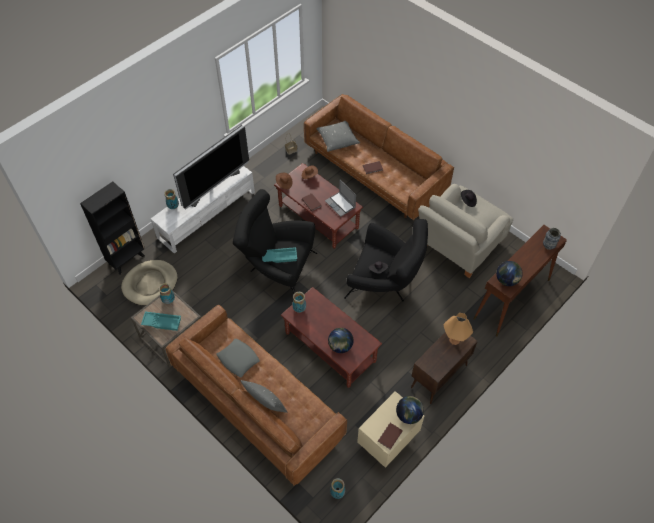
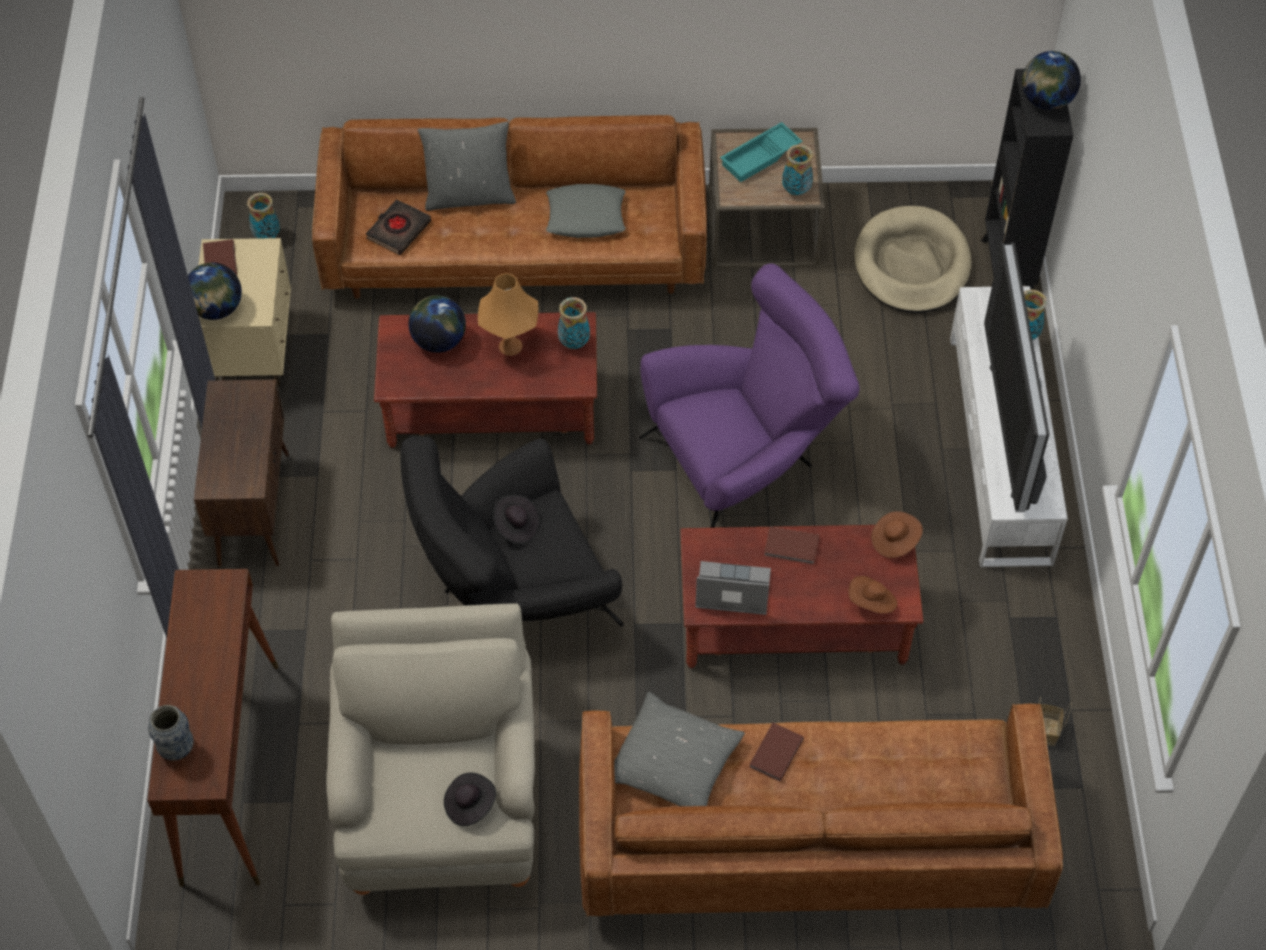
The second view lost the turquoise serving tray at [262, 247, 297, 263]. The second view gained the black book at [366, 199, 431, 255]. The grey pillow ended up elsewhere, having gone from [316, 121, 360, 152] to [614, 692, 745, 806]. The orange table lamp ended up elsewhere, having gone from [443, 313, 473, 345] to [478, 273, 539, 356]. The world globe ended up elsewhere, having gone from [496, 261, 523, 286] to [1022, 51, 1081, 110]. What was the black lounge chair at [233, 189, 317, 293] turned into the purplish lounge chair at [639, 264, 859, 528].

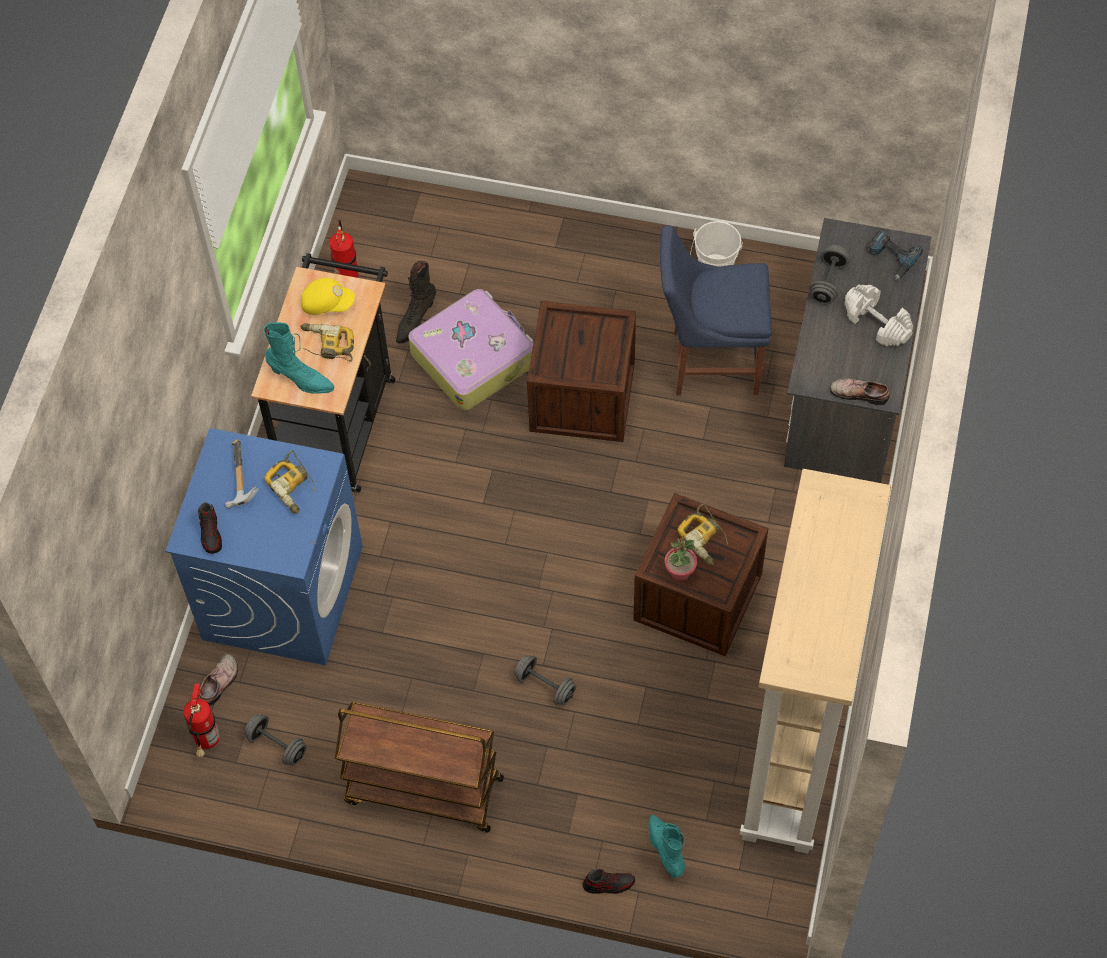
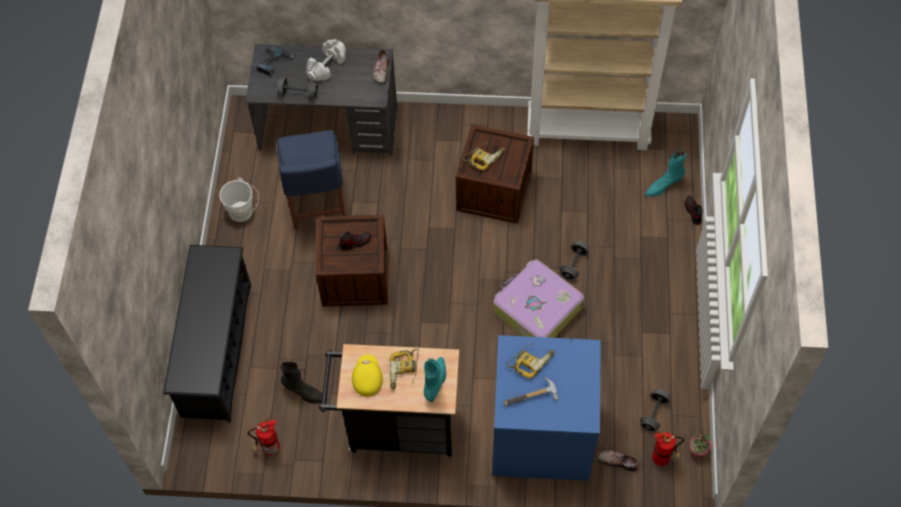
The second view lost the brownish cart at [335, 702, 504, 833]. The second view gained the black shoe stand at [163, 245, 251, 423]. The item of footwear ended up elsewhere, having gone from [198, 502, 222, 554] to [339, 232, 371, 250]. The piece of luggage ended up elsewhere, having gone from [408, 289, 534, 411] to [493, 259, 584, 338]. The houseplant ended up elsewhere, having gone from [664, 538, 697, 581] to [689, 430, 711, 458].

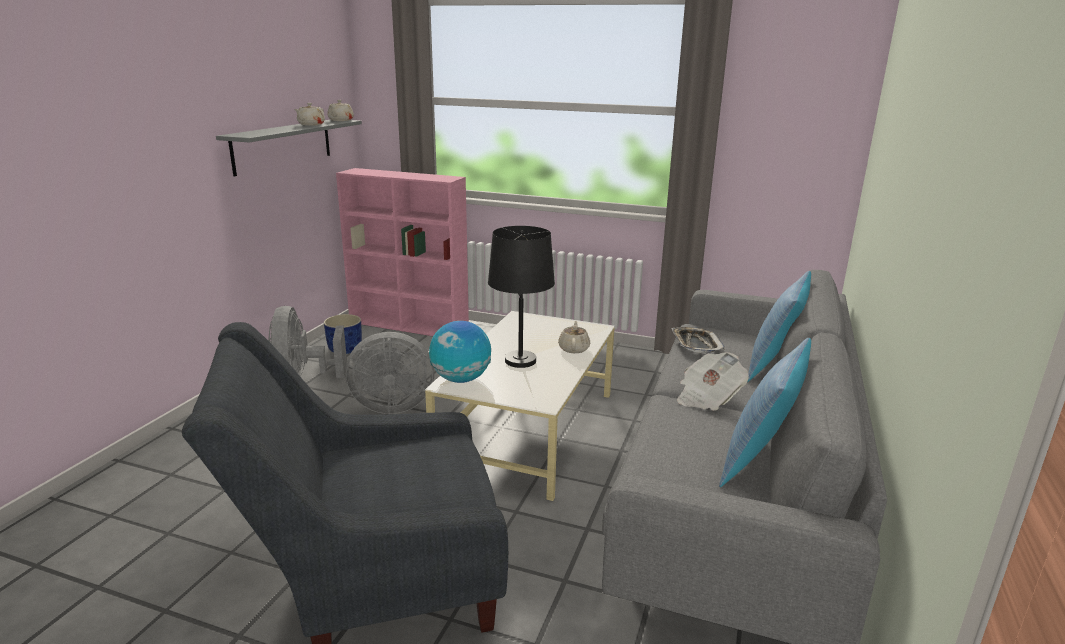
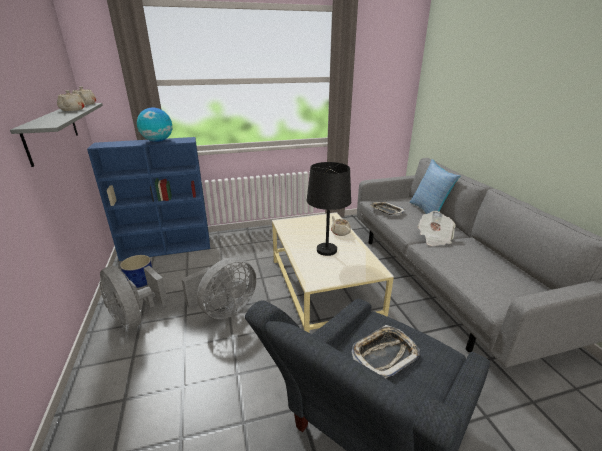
The second view lost the pillow at [719, 338, 811, 487]. The second view gained the serving tray at [351, 325, 420, 378]. The world globe ended up elsewhere, having gone from [429, 321, 491, 383] to [137, 107, 173, 142]. What was the pink bookshelf at [336, 168, 469, 336] turned into the bluish bookshelf at [87, 137, 210, 261].

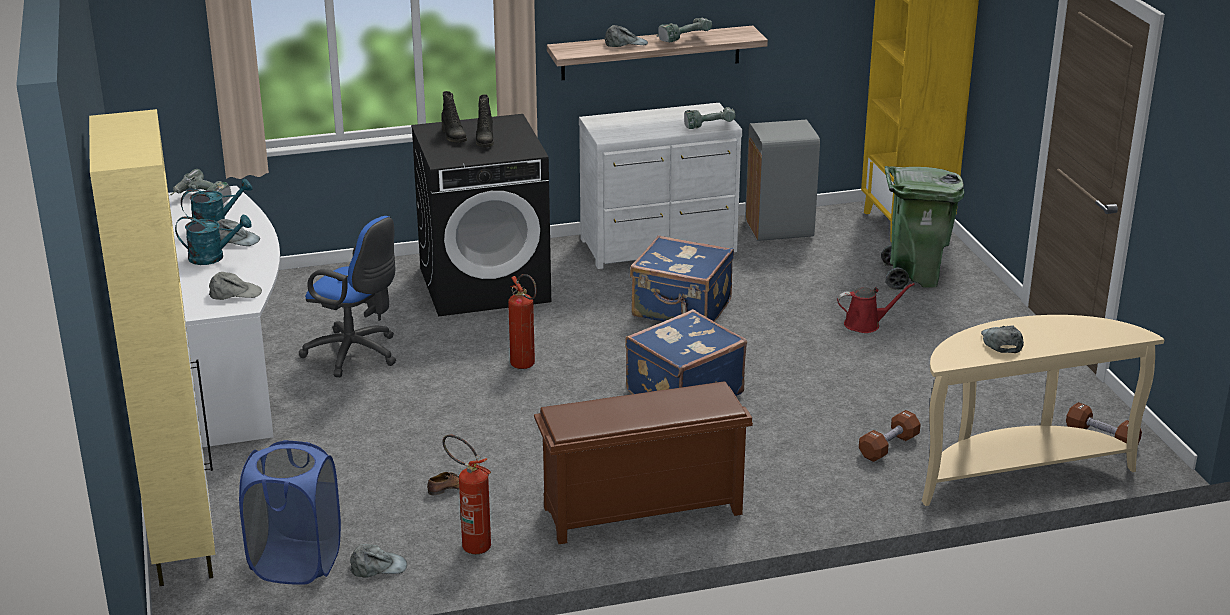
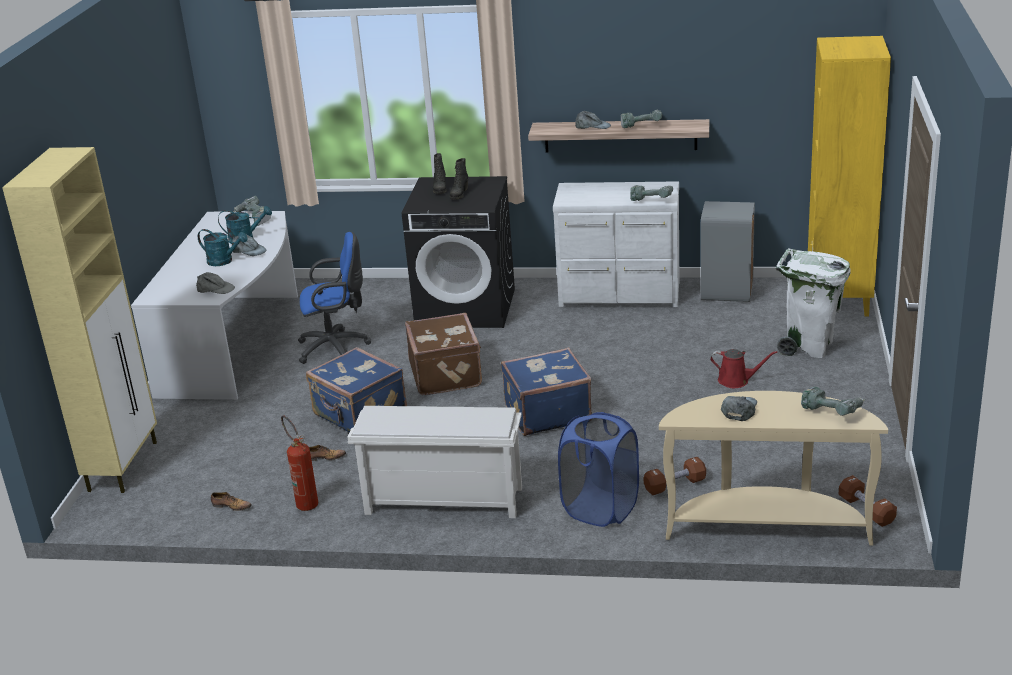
The second view gained the drill at [801, 387, 865, 416]. The bluish laundry basket ended up elsewhere, having gone from [239, 440, 341, 585] to [558, 412, 639, 527]. The bluish piece of luggage ended up elsewhere, having gone from [630, 235, 734, 322] to [306, 347, 407, 432]. Where the grey baseball cap stood at [350, 544, 407, 578], the item of footwear came to stand at [211, 492, 252, 511]. Where the fire-fighting cylinder stood at [508, 274, 537, 369], the brownish piece of luggage came to stand at [405, 313, 482, 395]. What was the brownish shoe stand at [534, 381, 753, 544] turned into the white shoe stand at [347, 406, 522, 518]. What was the greenish trash can at [881, 166, 964, 290] turned into the white trash can at [776, 248, 851, 358]. The bluish desk chair at [299, 216, 396, 377] ended up facing another way, 60 degrees counterclockwise from before.

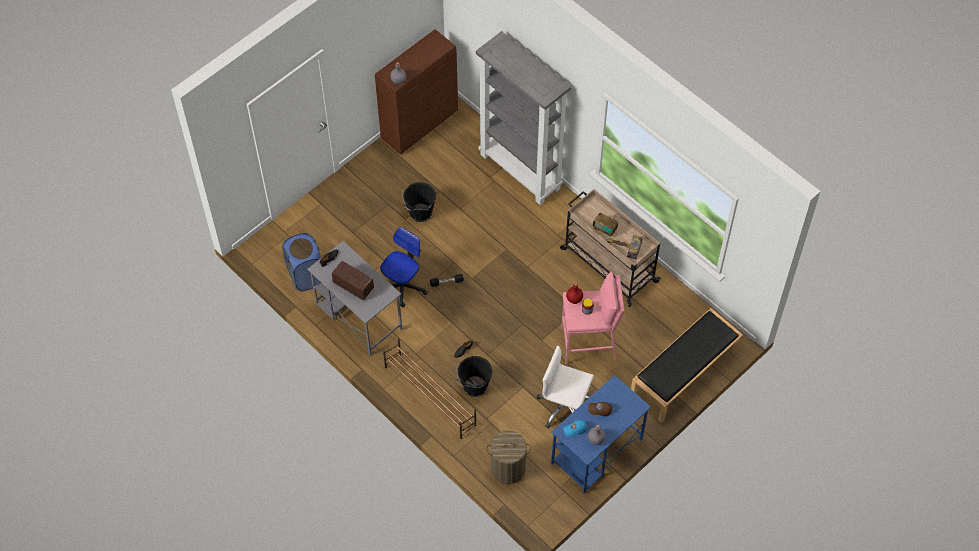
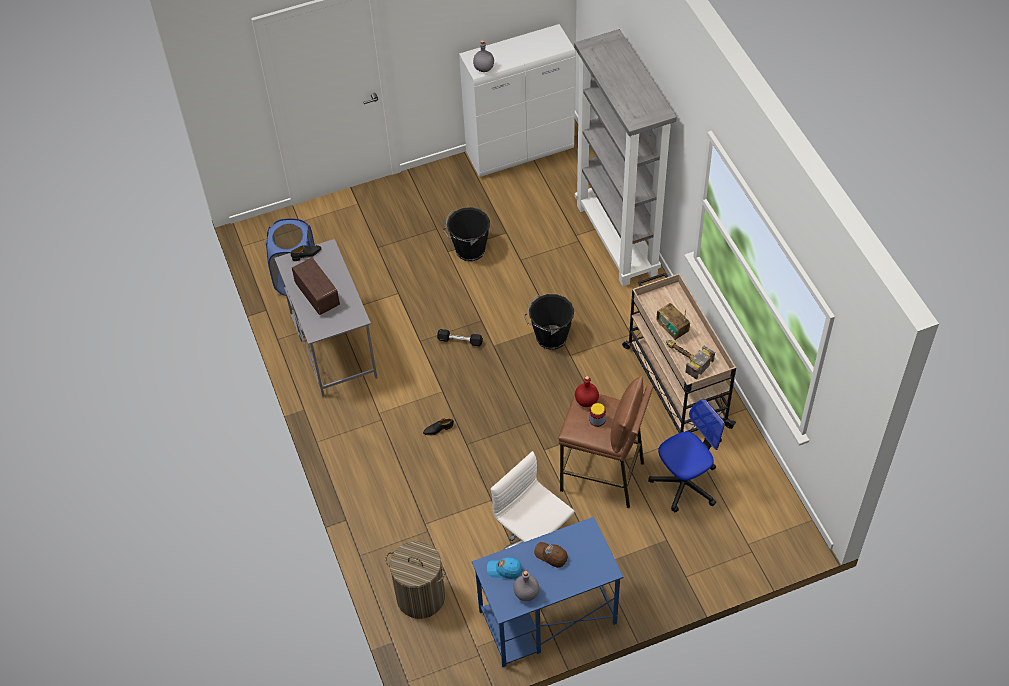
The second view lost the brownish shoe stand at [383, 339, 477, 439]. The second view lost the black long seat at [631, 308, 743, 423]. The desk chair ended up elsewhere, having gone from [380, 227, 428, 307] to [648, 399, 725, 513]. The black bucket ended up elsewhere, having gone from [456, 356, 493, 397] to [524, 294, 574, 350]. What was the brownish storage cabinet at [375, 29, 458, 155] turned into the white storage cabinet at [459, 24, 575, 177]. What was the pink stool seat at [561, 272, 625, 365] turned into the brownish stool seat at [559, 376, 653, 508].

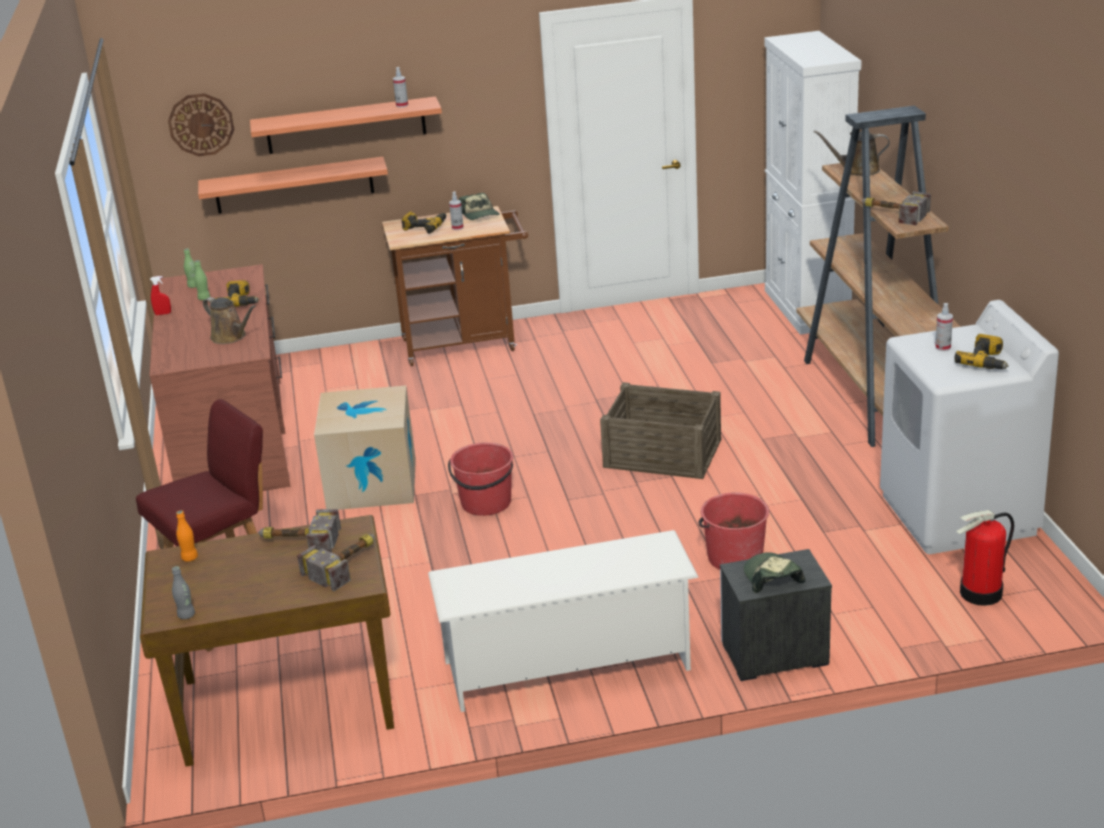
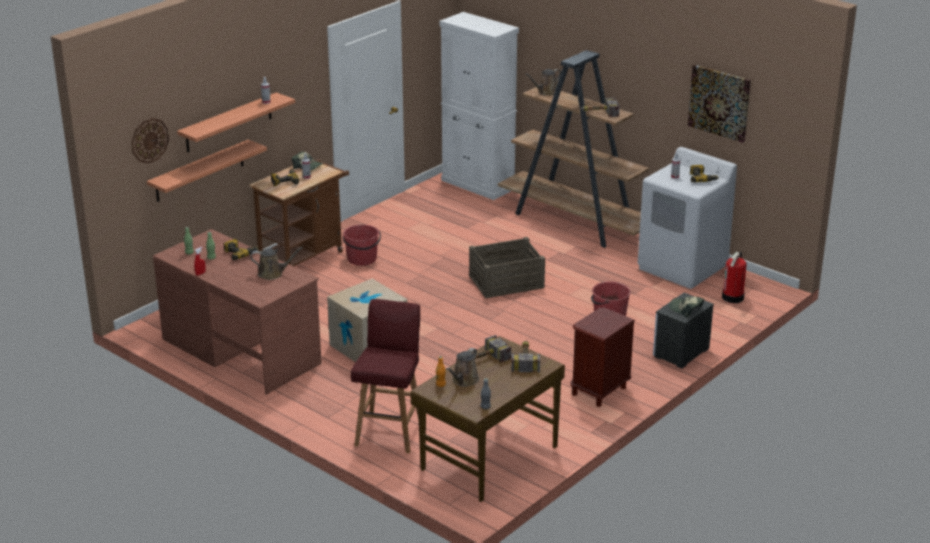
The second view gained the brownish watering pot at [446, 348, 479, 387]. The second view gained the wall art at [688, 65, 751, 143]. The red bucket ended up elsewhere, having gone from [448, 442, 513, 516] to [343, 224, 381, 266]. Where the white shoe stand stood at [428, 530, 698, 712], the brownish nightstand came to stand at [570, 307, 635, 407].

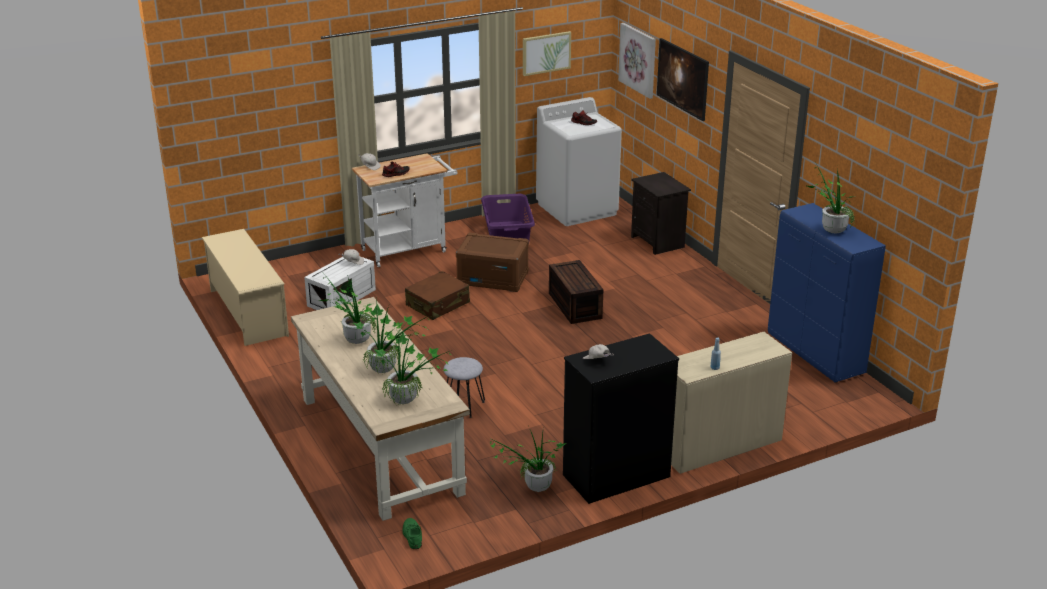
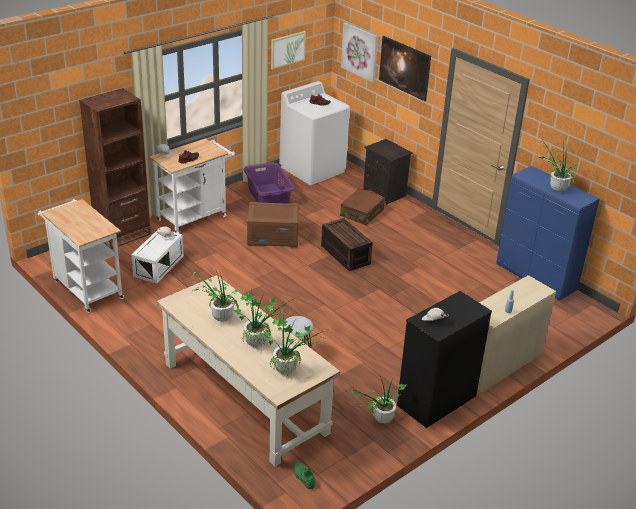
The second view gained the brownish bookshelf at [79, 88, 151, 249]. The brownish piece of luggage ended up elsewhere, having gone from [405, 271, 470, 320] to [340, 188, 385, 225]. Where the beige shoe stand stood at [202, 229, 289, 346], the white cart came to stand at [37, 199, 124, 313].

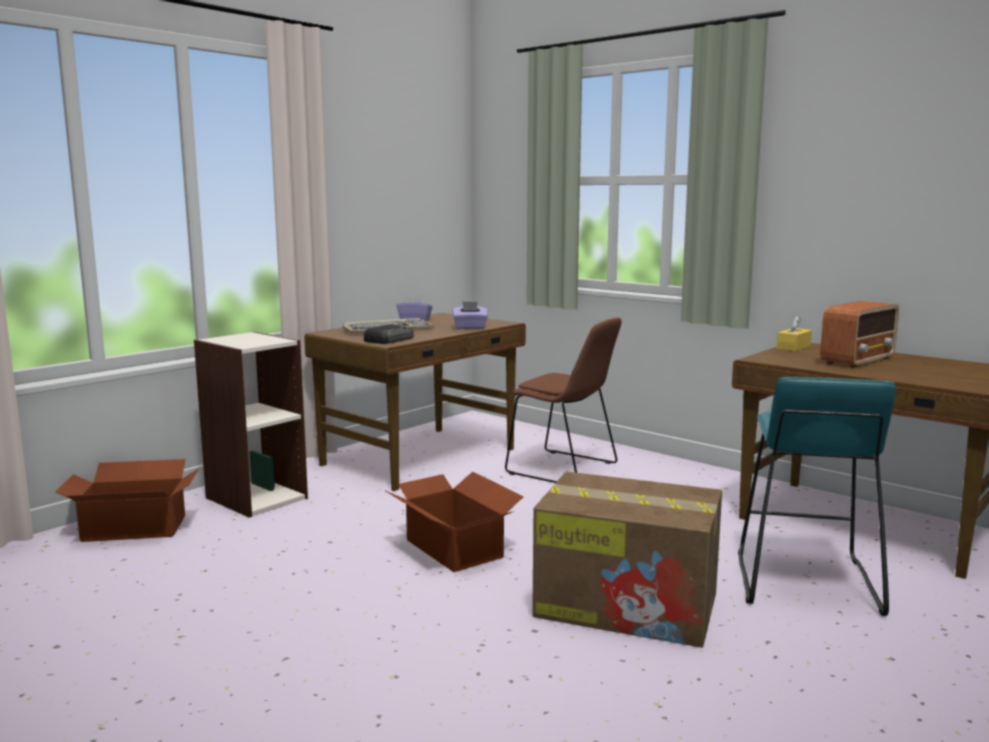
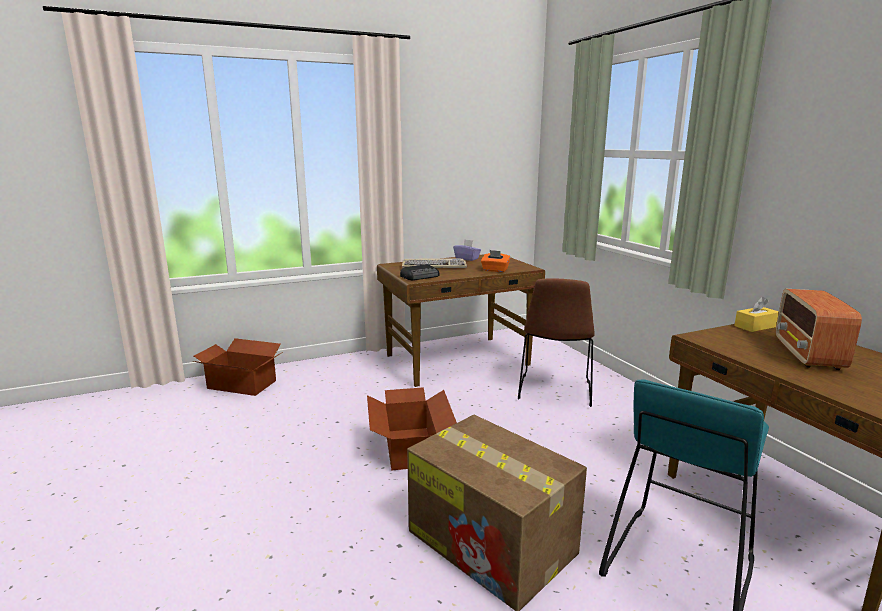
The second view lost the bookshelf at [194, 331, 308, 518]. What was the purplish tissue box at [452, 302, 488, 329] turned into the orange tissue box at [481, 250, 511, 272]. The brownish upright chair at [505, 318, 622, 483] ended up facing another way, 45 degrees clockwise from before. The radio receiver at [820, 301, 899, 368] ended up facing another way, 120 degrees clockwise from before.

